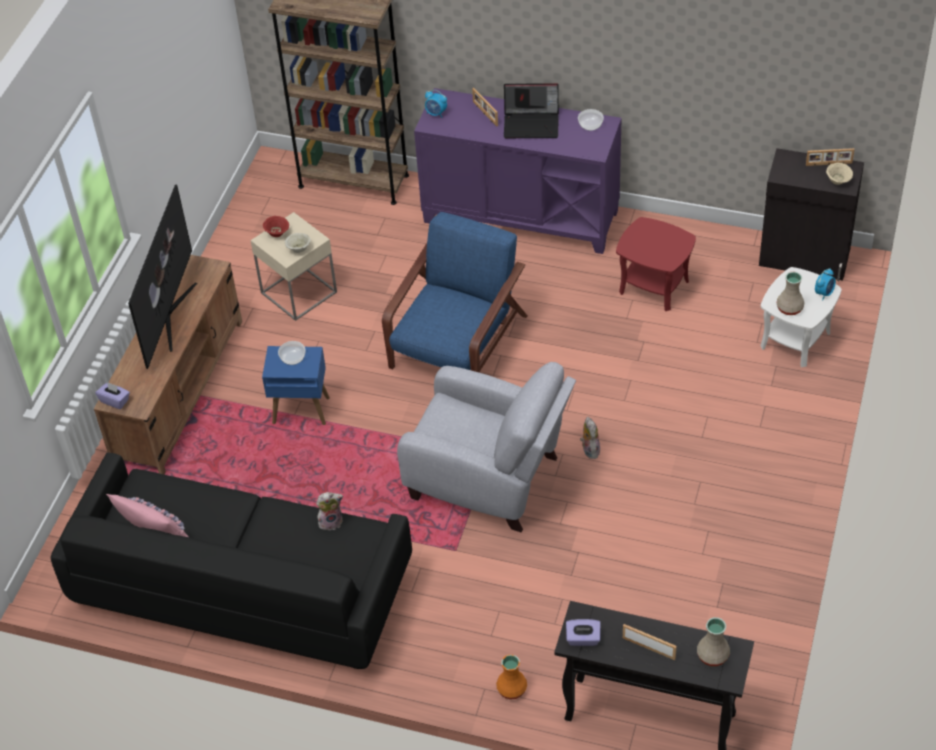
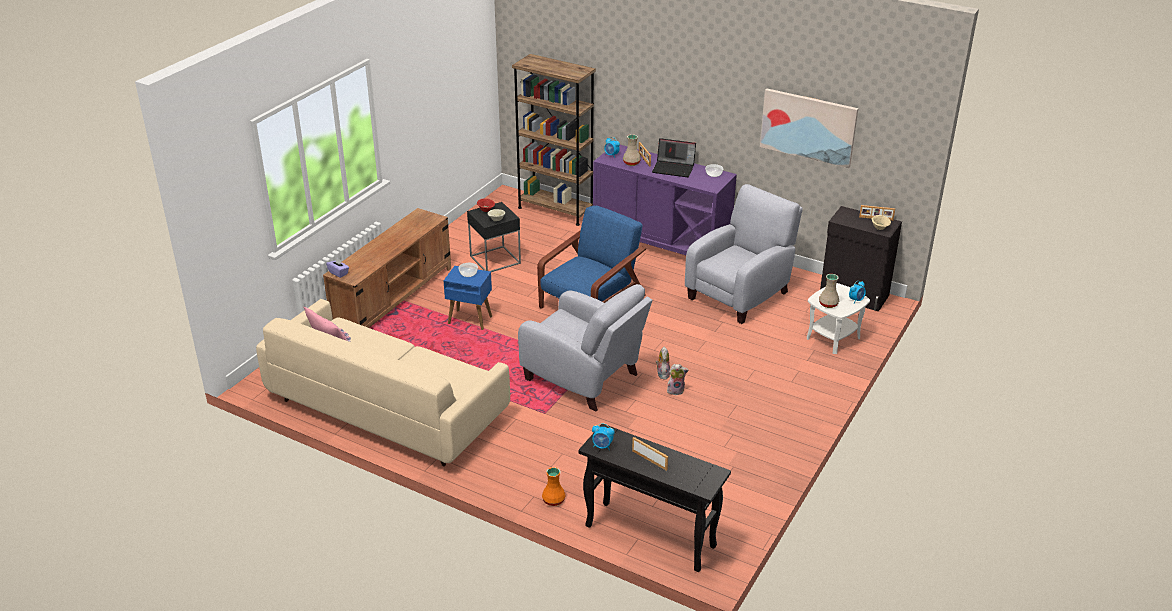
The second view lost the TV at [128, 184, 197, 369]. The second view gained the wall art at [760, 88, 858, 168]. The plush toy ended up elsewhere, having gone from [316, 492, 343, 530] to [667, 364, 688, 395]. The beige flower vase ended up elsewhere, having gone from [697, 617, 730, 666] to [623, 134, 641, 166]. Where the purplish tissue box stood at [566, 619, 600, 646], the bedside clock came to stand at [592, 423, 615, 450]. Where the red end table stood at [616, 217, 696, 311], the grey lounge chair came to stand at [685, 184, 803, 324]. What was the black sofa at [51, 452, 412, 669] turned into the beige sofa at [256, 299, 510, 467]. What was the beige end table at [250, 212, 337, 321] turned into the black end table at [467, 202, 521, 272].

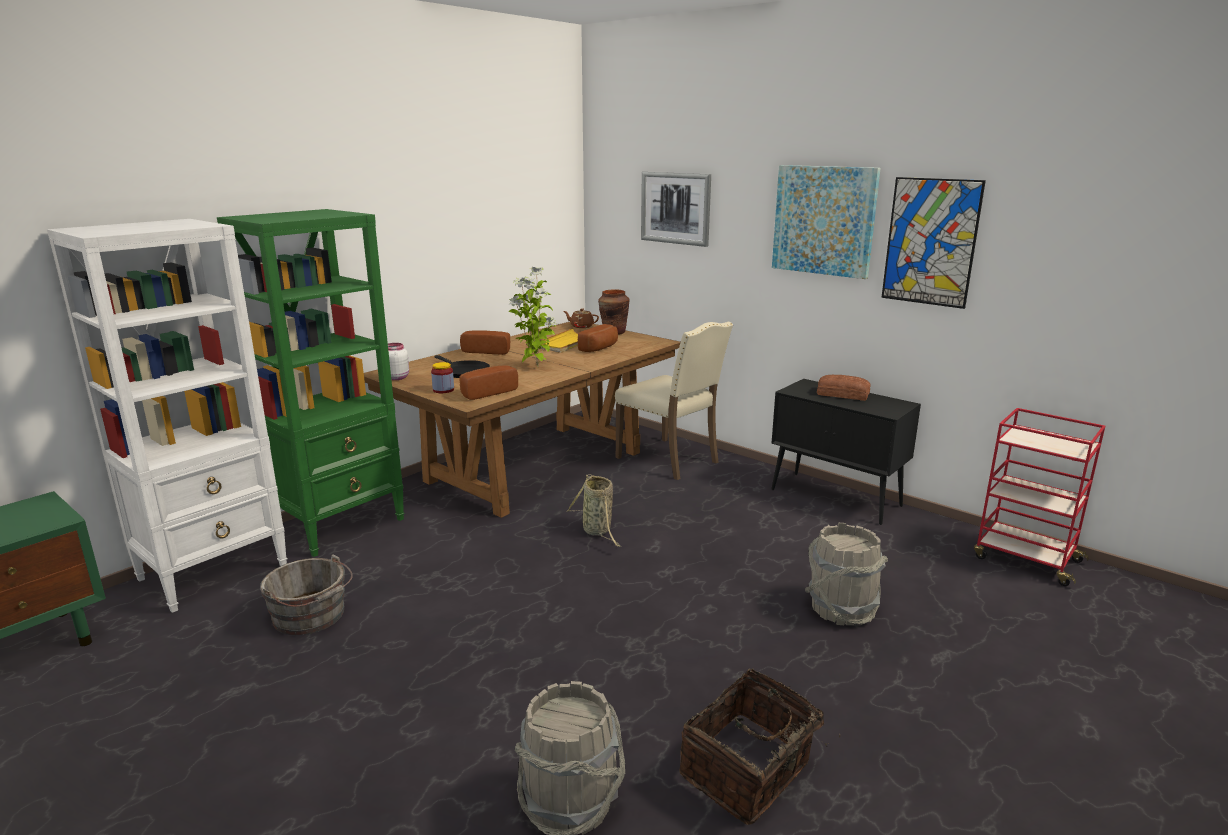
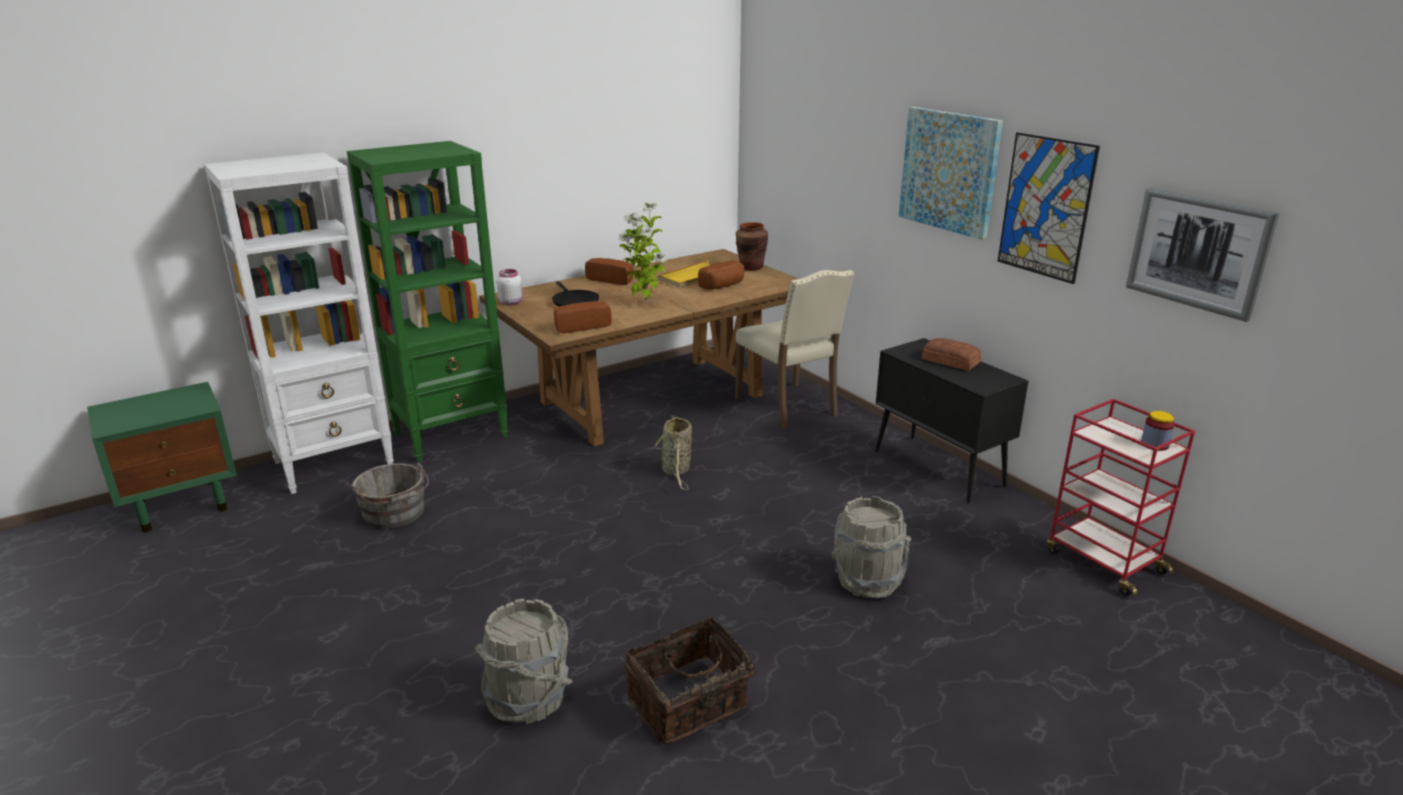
The second view lost the brownish teapot at [563, 308, 599, 328]. The storage jar ended up elsewhere, having gone from [431, 362, 454, 393] to [1141, 411, 1175, 451]. The wall art ended up elsewhere, having gone from [641, 172, 711, 247] to [1126, 188, 1279, 322].

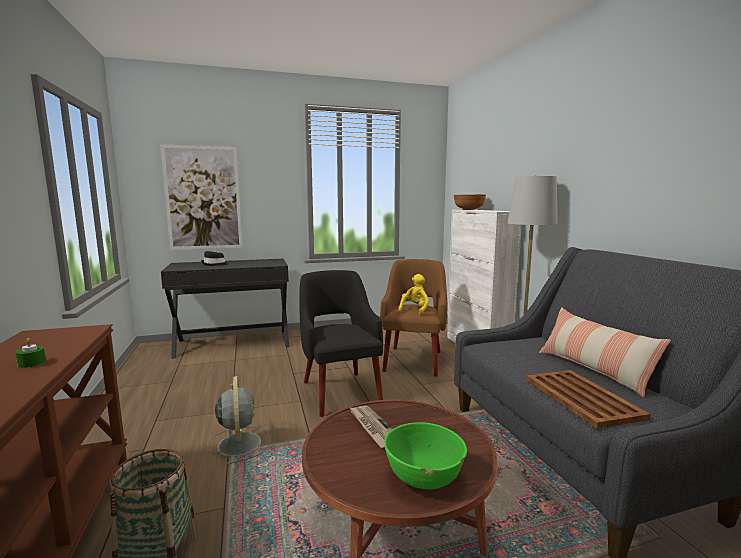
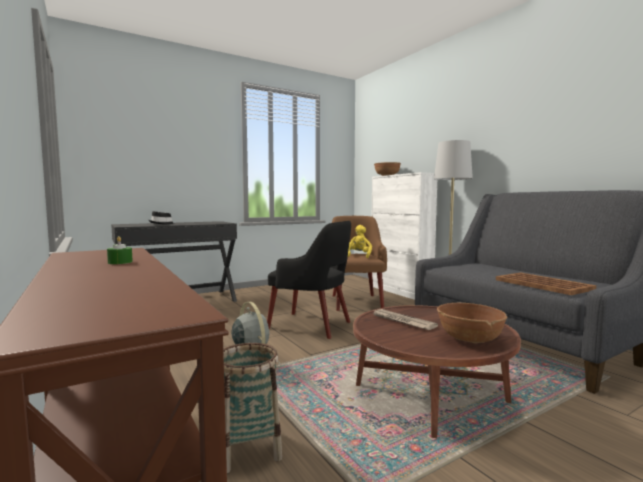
The second view lost the wall art at [160, 144, 243, 250]. The second view lost the pillow at [539, 308, 671, 398]. What was the greenish deep dish at [385, 422, 467, 489] turned into the brownish deep dish at [437, 303, 507, 344]. The black lounge chair at [300, 270, 383, 417] ended up facing another way, 150 degrees clockwise from before.

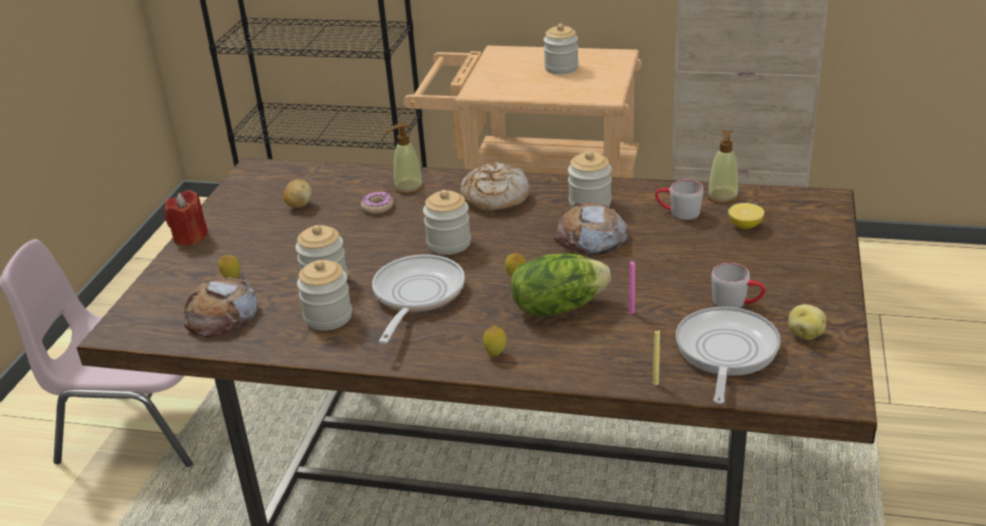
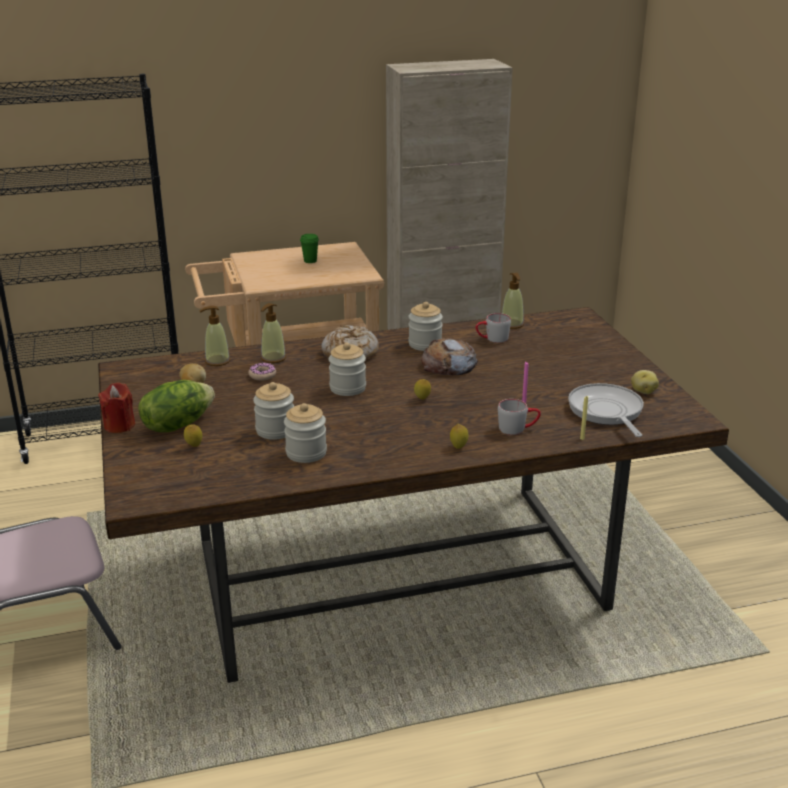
The second view lost the baked bread at [184, 277, 258, 338]. The second view lost the frying pan at [372, 254, 465, 344]. The second view lost the lemon at [728, 203, 764, 229]. The second view gained the soap dispenser at [200, 306, 230, 366]. The lettuce head ended up elsewhere, having gone from [511, 253, 611, 316] to [138, 380, 215, 432]. The grey coffee mug ended up elsewhere, having gone from [711, 263, 765, 308] to [498, 399, 541, 435]. Where the storage jar stood at [543, 23, 579, 74], the greenish cup came to stand at [300, 234, 319, 263].

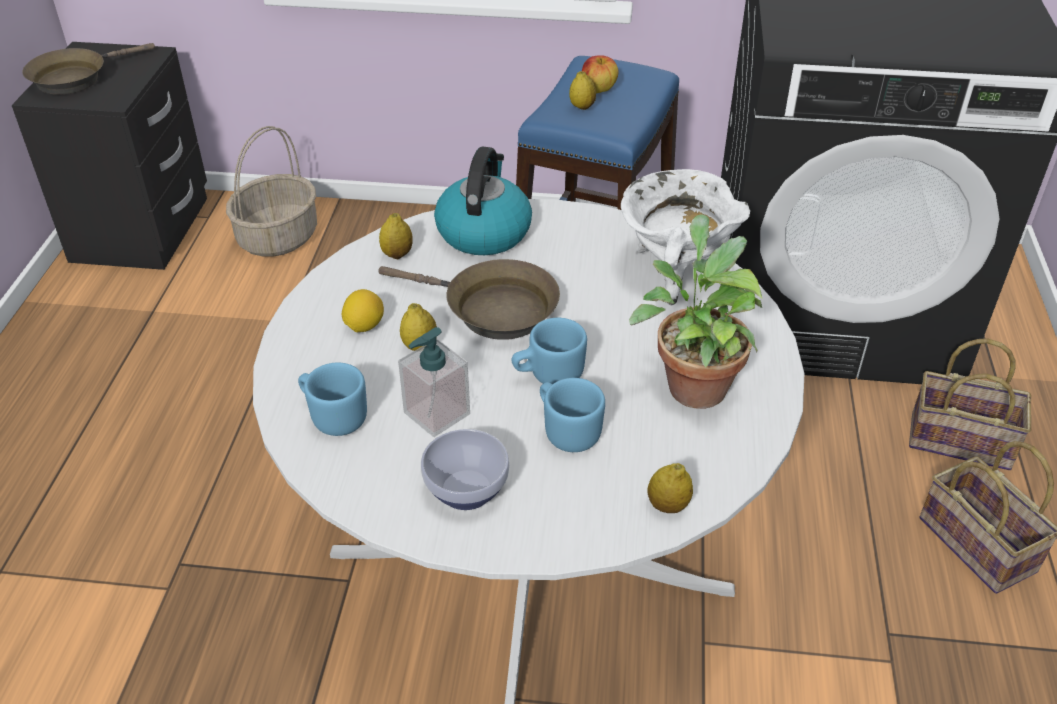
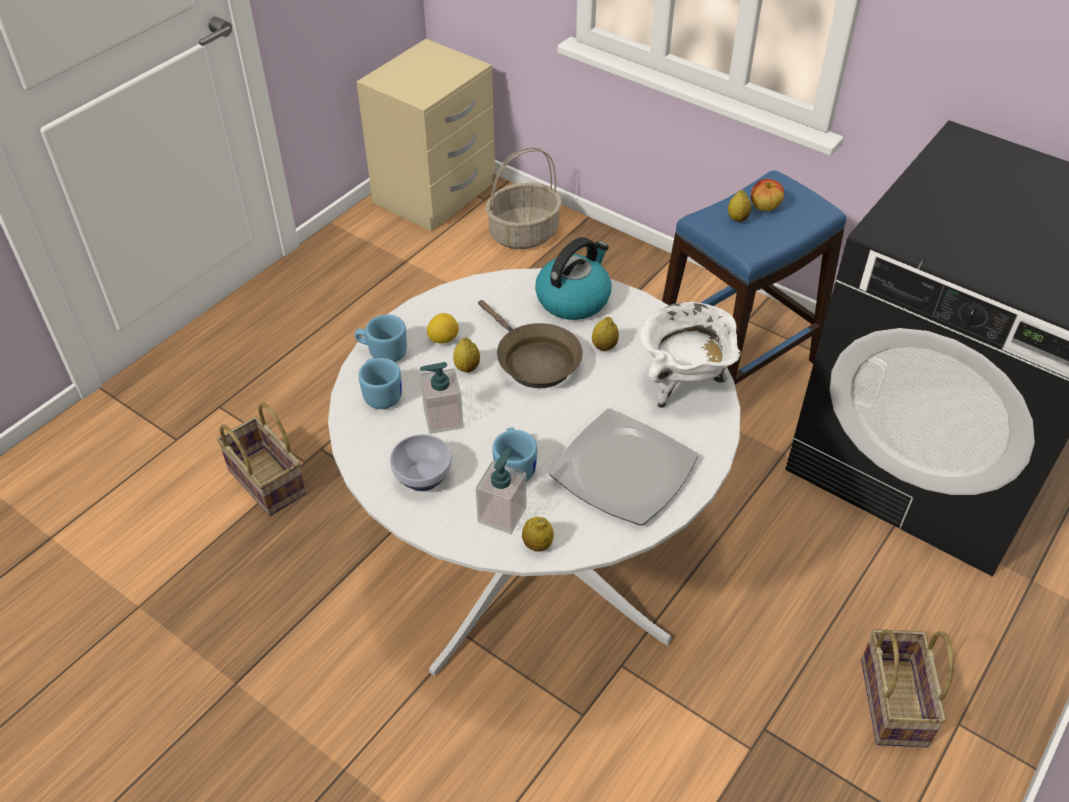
The second view lost the brownish frying pan at [22, 43, 155, 95]. The second view gained the soap dispenser at [476, 448, 526, 534]. The lemon ended up elsewhere, having gone from [379, 213, 413, 259] to [592, 317, 619, 351]. The bluish coffee mug ended up elsewhere, having gone from [512, 318, 587, 384] to [354, 314, 407, 362]. The storage basket ended up elsewhere, having gone from [909, 338, 1031, 470] to [217, 403, 306, 516]. Where the houseplant stood at [629, 214, 762, 409], the flat dish came to stand at [549, 408, 698, 525]. What was the black nightstand at [11, 42, 207, 270] turned into the beige nightstand at [356, 39, 495, 231].

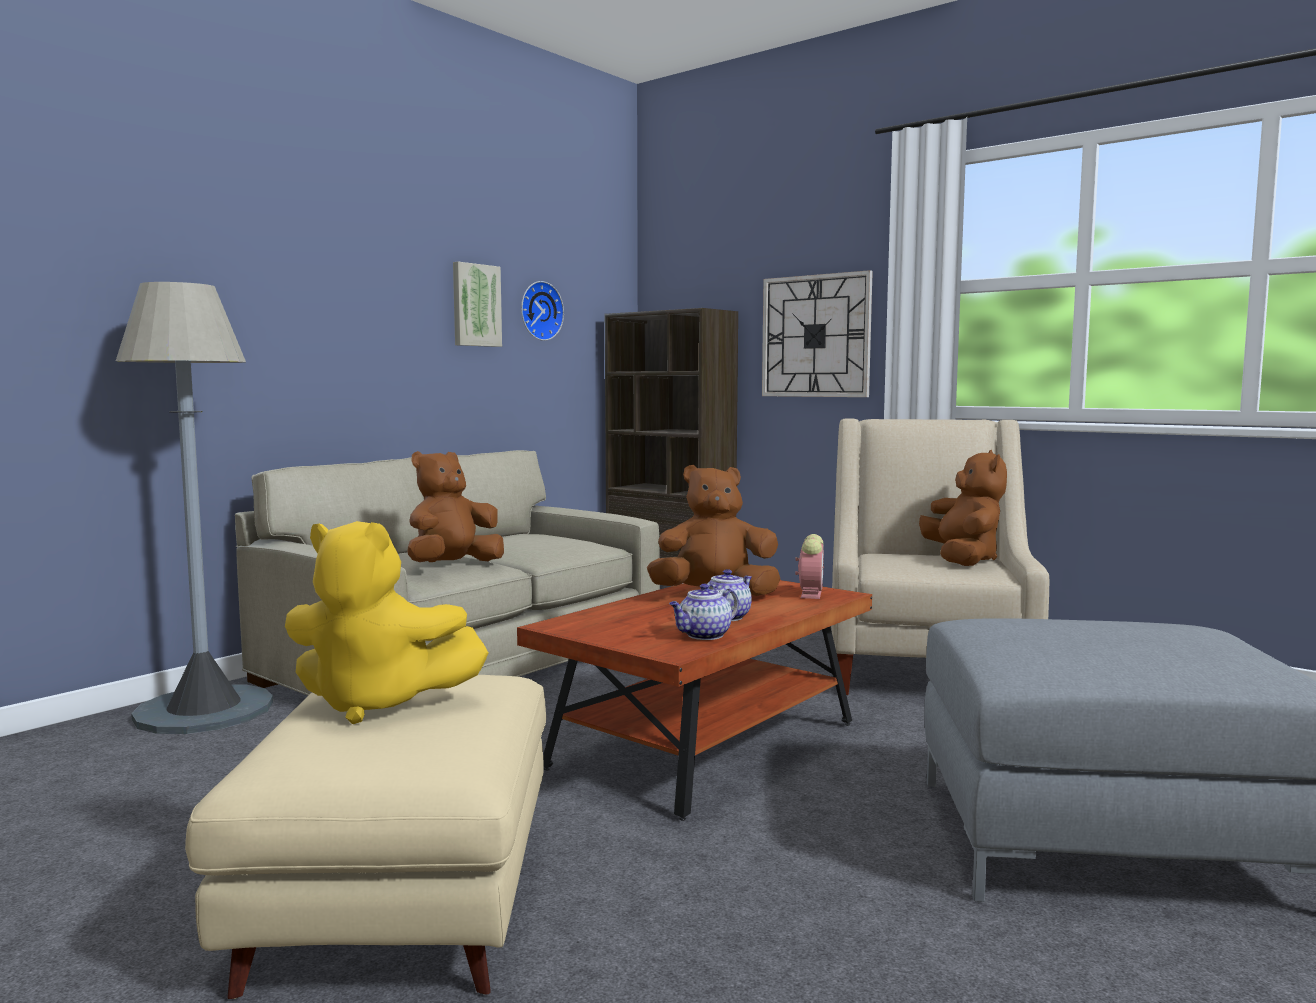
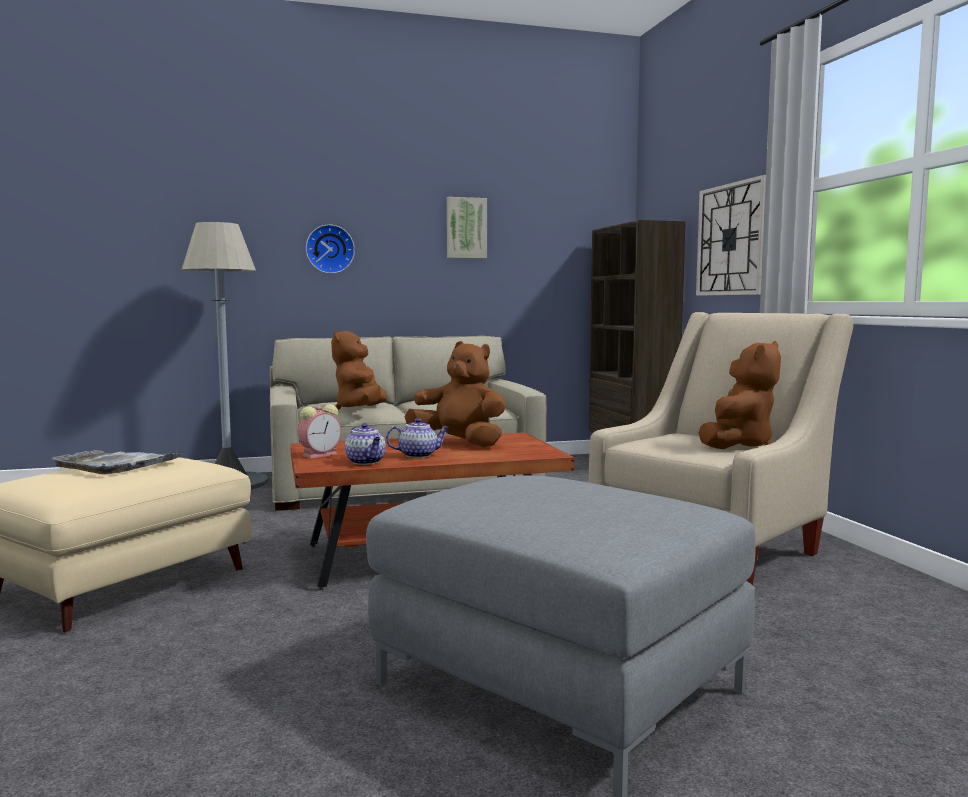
The hanging clock ended up elsewhere, having gone from [521, 281, 564, 341] to [306, 224, 355, 274]. The bedside clock ended up elsewhere, having gone from [795, 534, 824, 599] to [298, 404, 342, 459]. Where the yellow plush toy stood at [285, 521, 488, 724], the grey serving tray came to stand at [51, 450, 181, 474]. The brownish plush toy at [407, 451, 504, 562] ended up facing another way, 75 degrees counterclockwise from before. The teapot at [669, 584, 739, 640] ended up facing another way, 120 degrees counterclockwise from before.

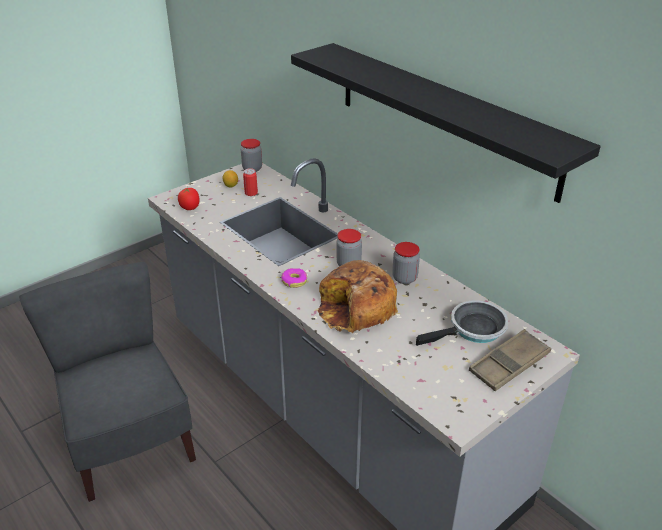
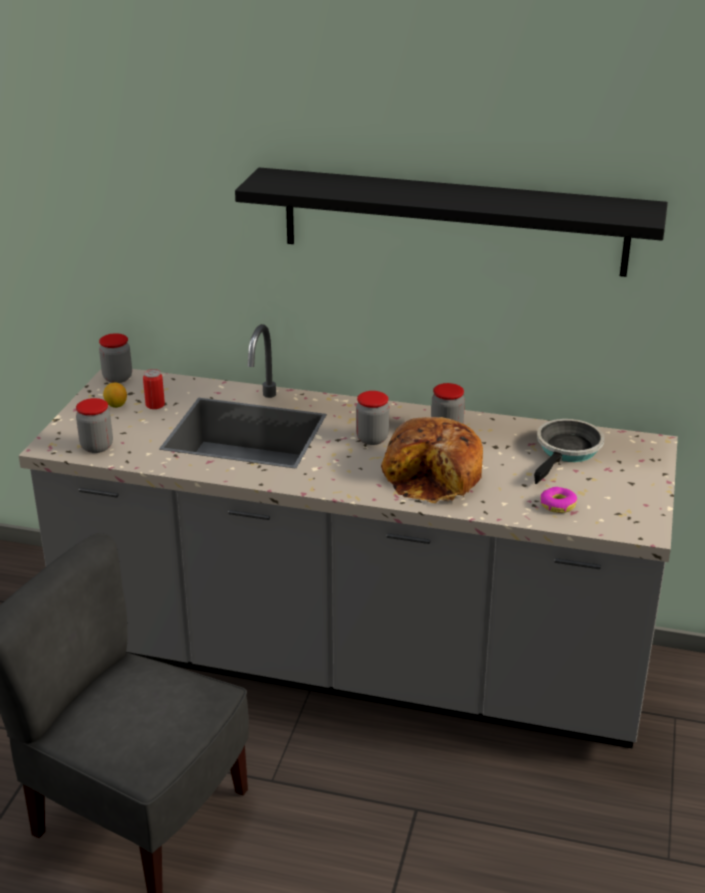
The second view lost the brownish serving tray at [469, 329, 551, 391]. The donut ended up elsewhere, having gone from [281, 268, 307, 288] to [540, 487, 577, 513]. Where the whole tomato stood at [178, 187, 200, 210], the storage jar came to stand at [76, 398, 113, 453].

